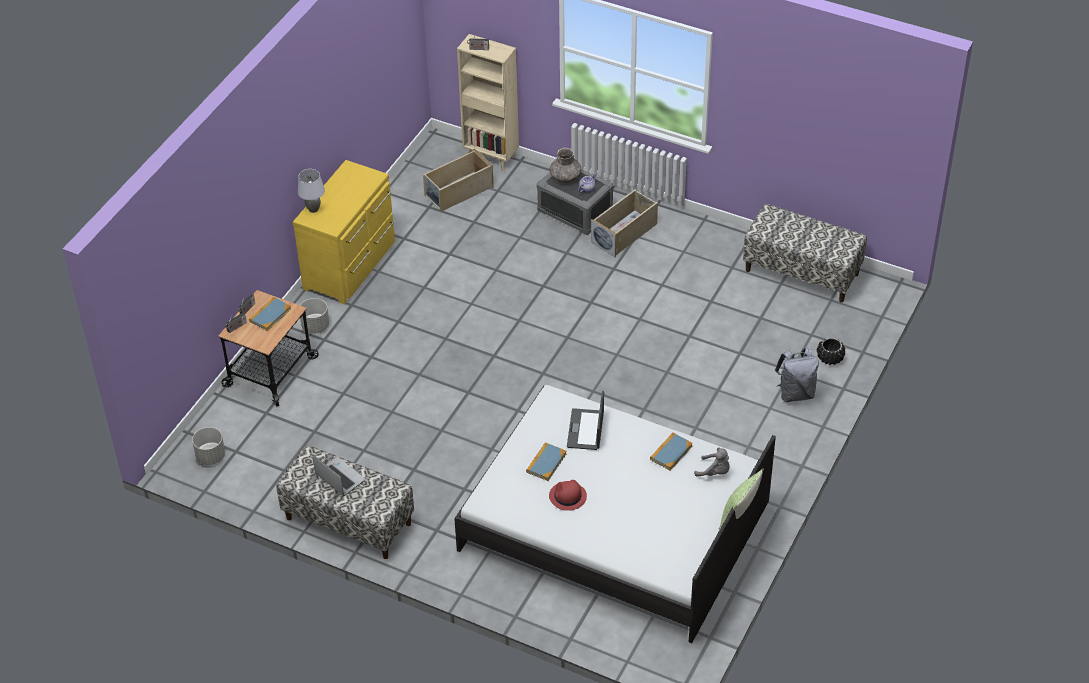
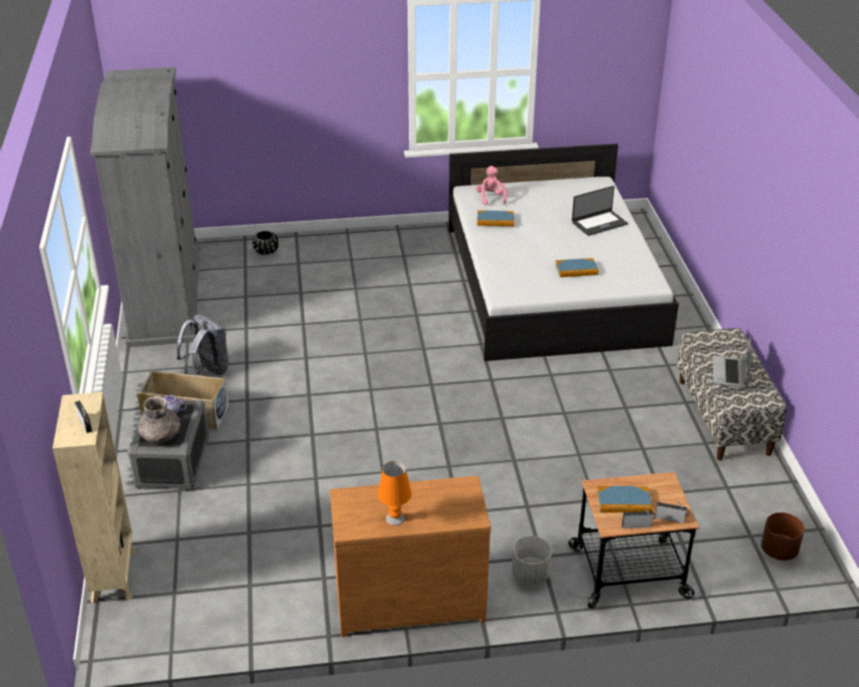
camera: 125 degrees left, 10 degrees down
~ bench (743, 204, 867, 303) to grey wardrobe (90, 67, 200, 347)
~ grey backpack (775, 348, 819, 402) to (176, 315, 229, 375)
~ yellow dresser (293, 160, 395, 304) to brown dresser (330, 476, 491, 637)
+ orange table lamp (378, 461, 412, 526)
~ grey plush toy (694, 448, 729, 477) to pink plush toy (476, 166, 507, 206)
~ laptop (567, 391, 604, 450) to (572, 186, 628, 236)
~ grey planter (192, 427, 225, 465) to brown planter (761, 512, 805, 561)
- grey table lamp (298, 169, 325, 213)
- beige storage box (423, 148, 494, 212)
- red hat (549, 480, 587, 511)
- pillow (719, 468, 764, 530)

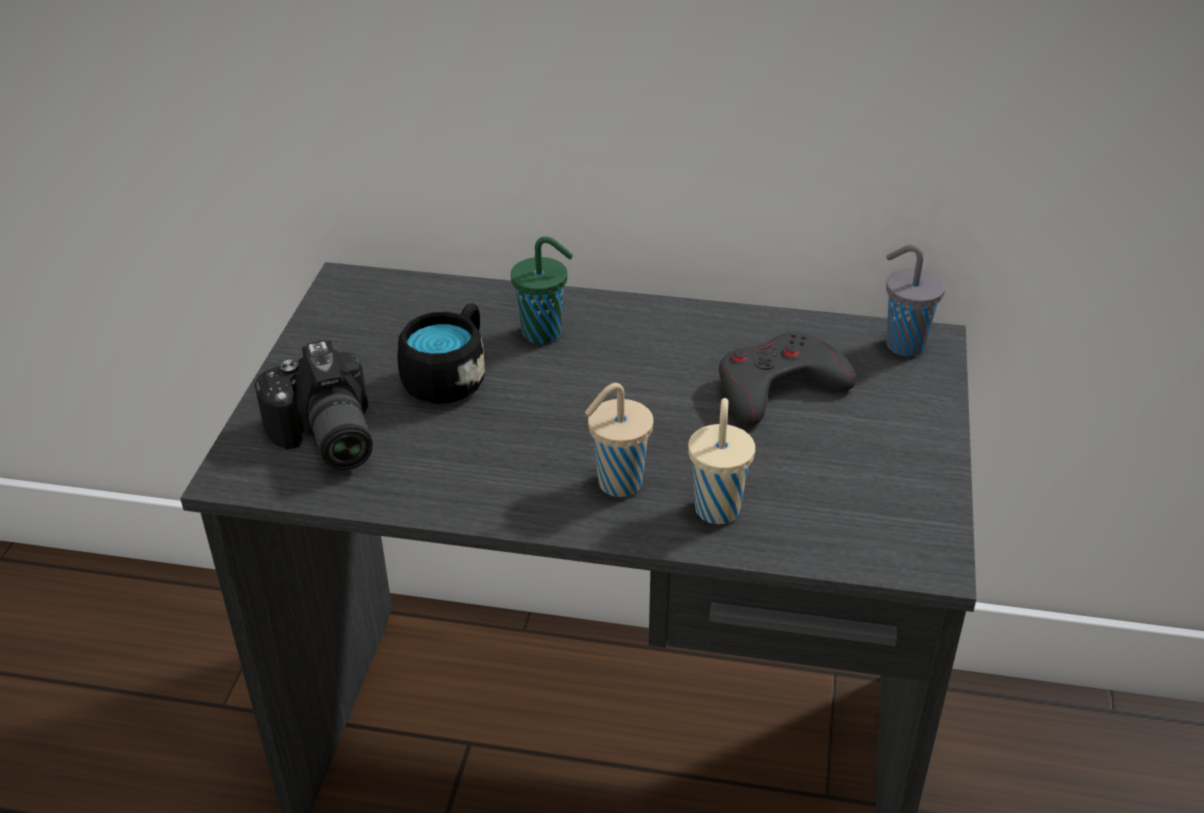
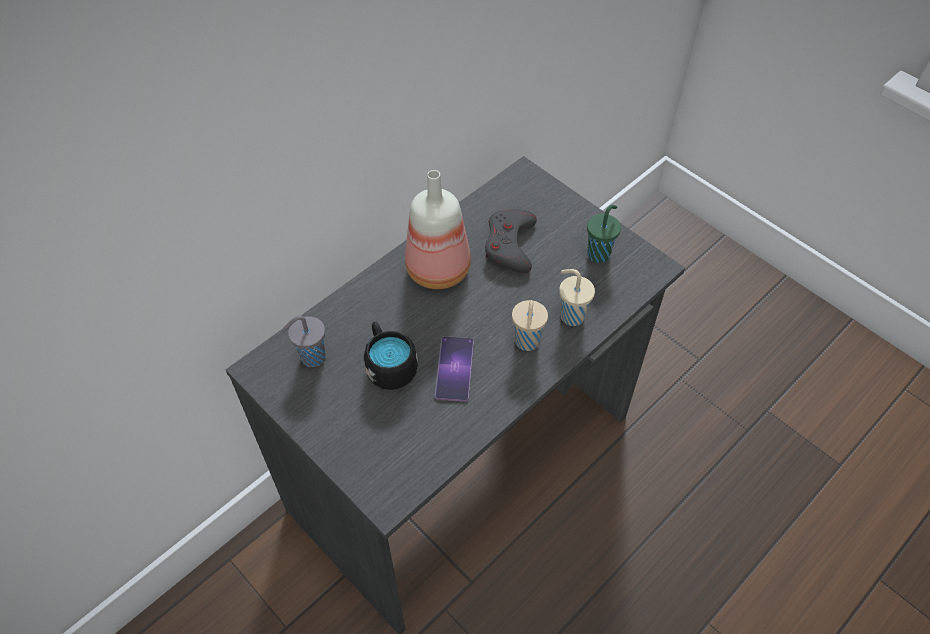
camera: 55 degrees left, 15 degrees up
~ grey cup (886, 245, 945, 356) to (282, 316, 325, 367)
+ bottle (405, 170, 471, 289)
+ phone (435, 336, 474, 401)
~ green cup (511, 236, 573, 344) to (587, 205, 621, 263)
- photo camera (255, 340, 373, 470)

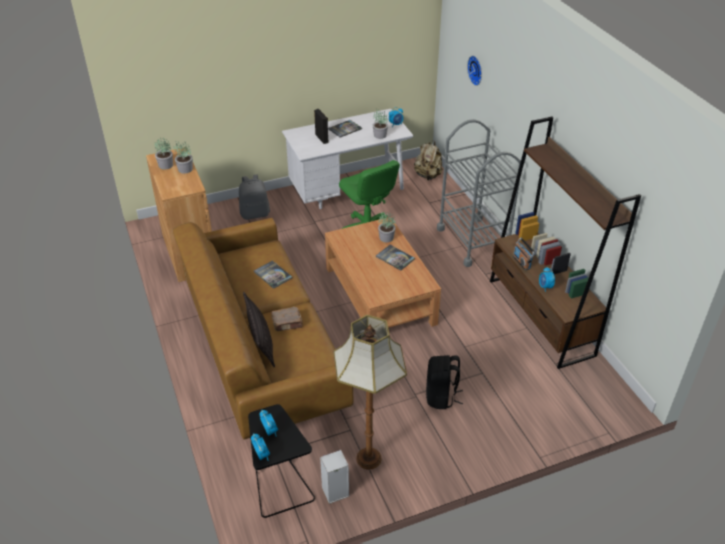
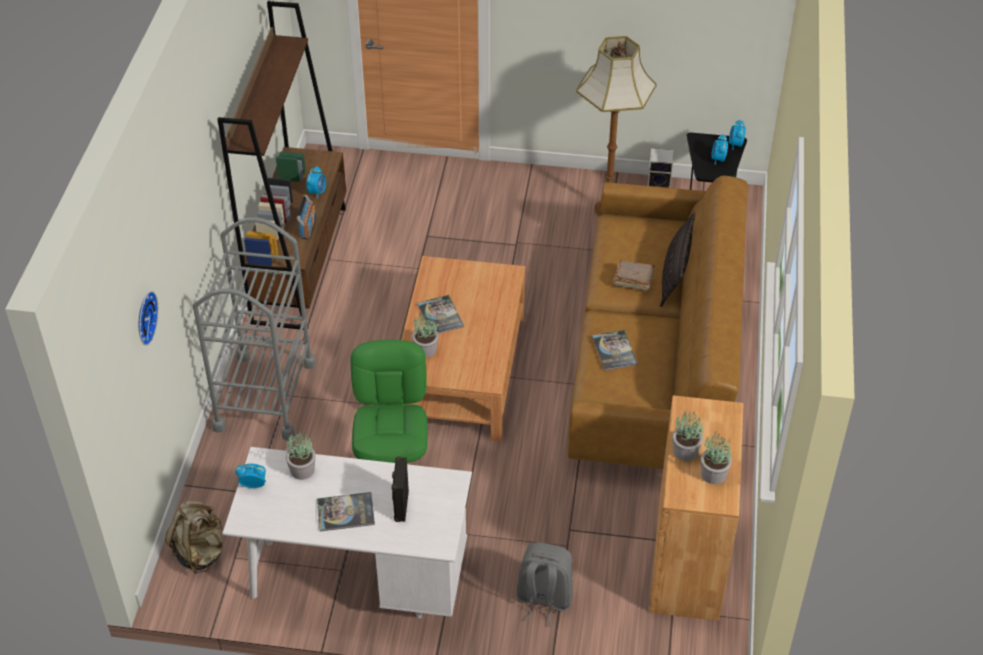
camera: 150 degrees left, 5 degrees up
- black backpack (426, 355, 463, 409)

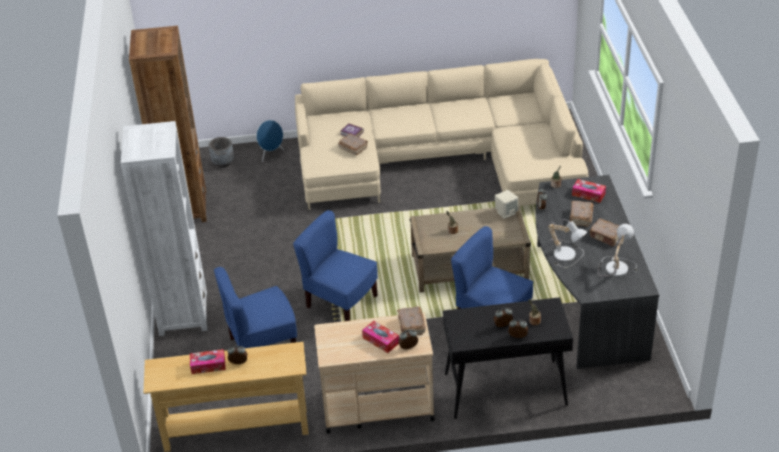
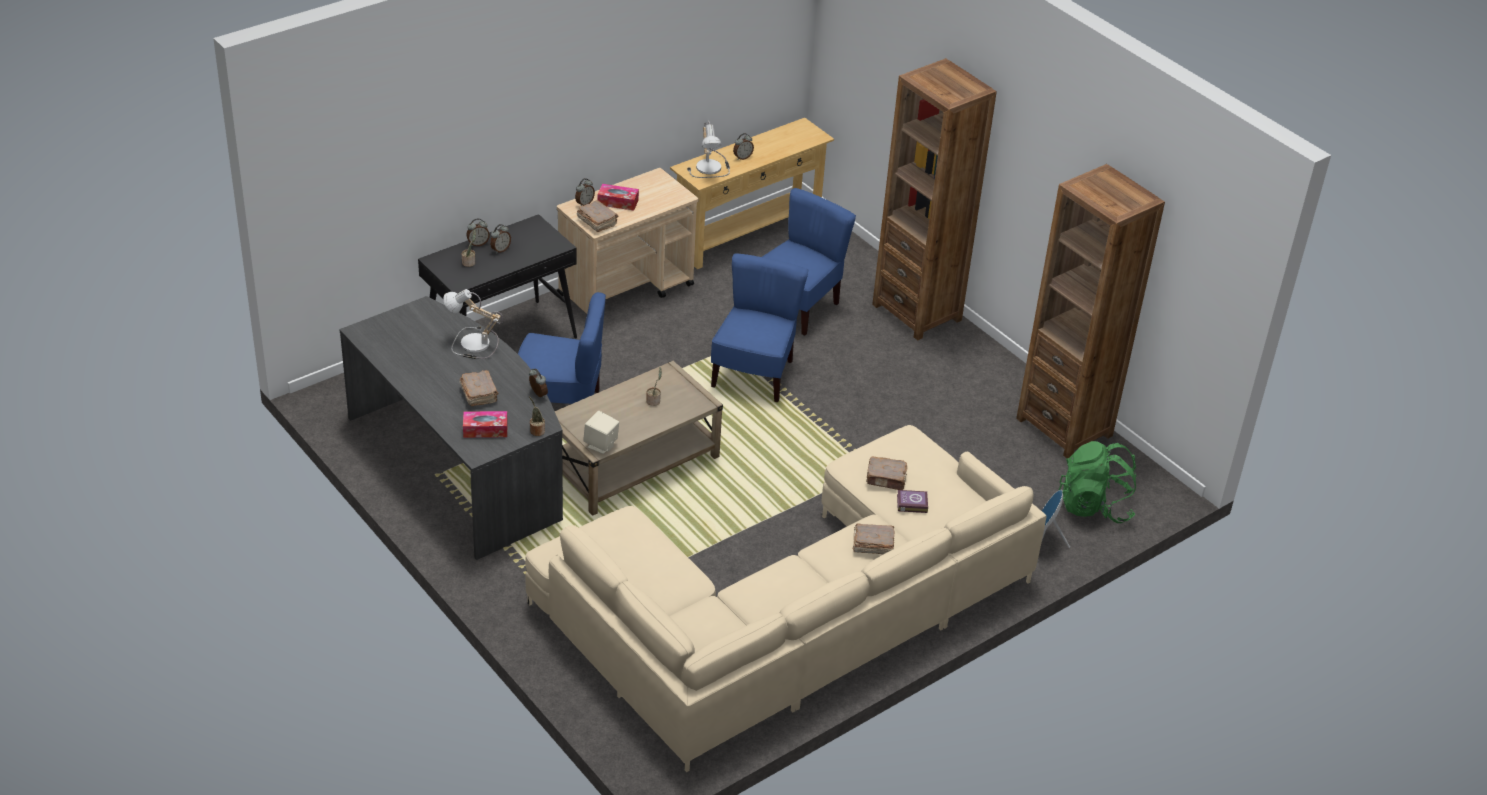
camera: 145 degrees right, 0 degrees up
~ table lamp (598, 224, 637, 277) to (687, 121, 730, 178)
~ blue chair (293, 210, 378, 321) = (711, 253, 808, 402) 75 degrees counterclockwise
~ brown book (589, 219, 620, 246) to (852, 523, 894, 554)
~ white bookcase (121, 121, 207, 336) to brown bookcase (872, 58, 997, 340)
~ grey planter (209, 137, 234, 168) to green backpack (1059, 441, 1136, 523)
- tissue box (190, 349, 226, 374)

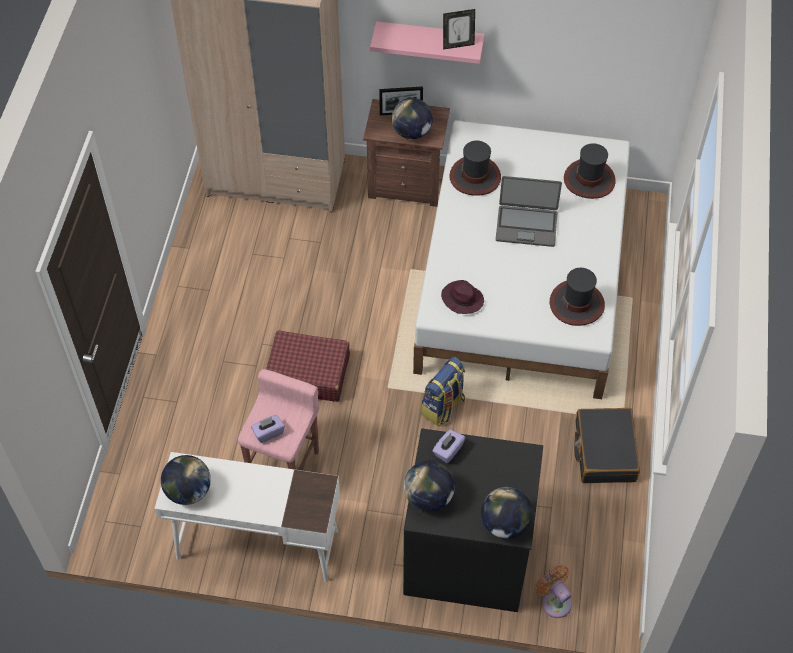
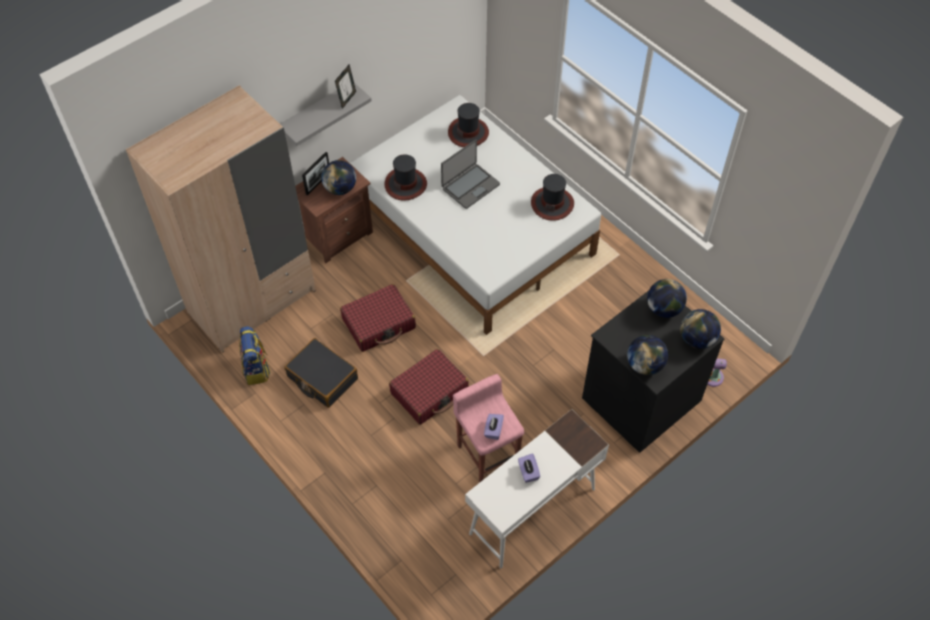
camera: 50 degrees left, 0 degrees up
~ backpack (421, 357, 465, 427) to (239, 326, 271, 385)
~ pink shelf (370, 21, 485, 64) to grey shelf (280, 83, 372, 146)
~ black suitcase (574, 408, 640, 483) to (284, 338, 358, 408)
+ red suitcase (340, 284, 416, 352)
~ purple tissue box (432, 430, 465, 463) to (518, 453, 540, 483)
~ globe (161, 455, 211, 505) to (647, 279, 687, 318)
- purple hat (441, 280, 484, 314)

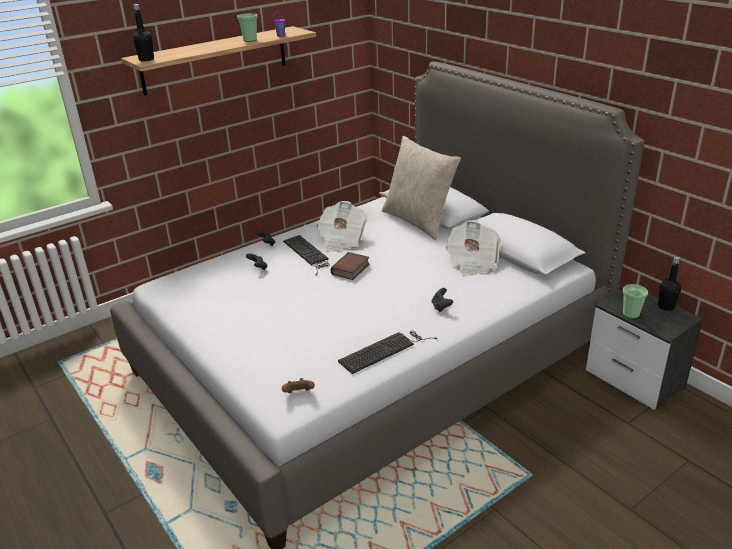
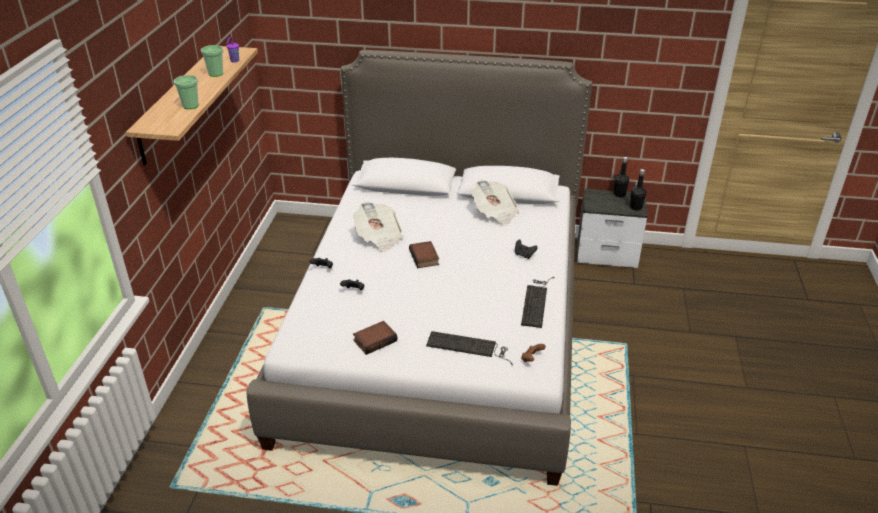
camera: 45 degrees left, 5 degrees up
~ cup (623, 284, 648, 319) to (173, 75, 199, 109)
+ book (353, 321, 397, 355)
~ keyboard (283, 235, 330, 276) to (426, 331, 513, 365)
~ black bottle (133, 4, 154, 62) to (630, 169, 646, 210)
- beige pillow (382, 136, 461, 240)

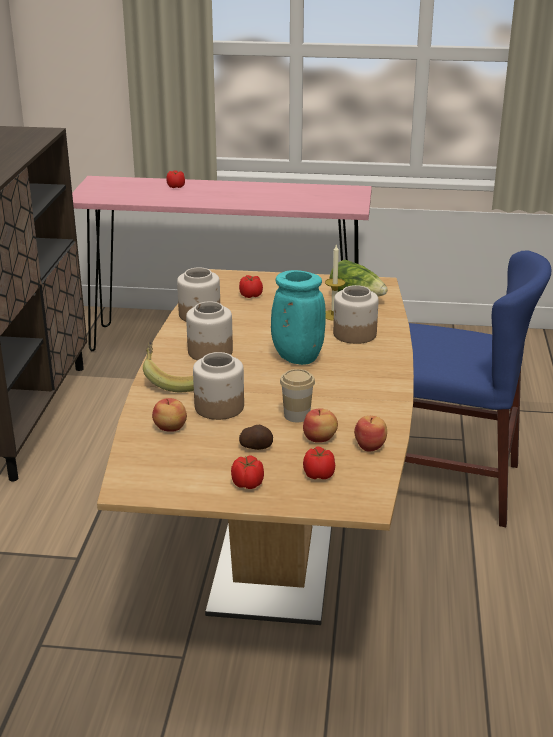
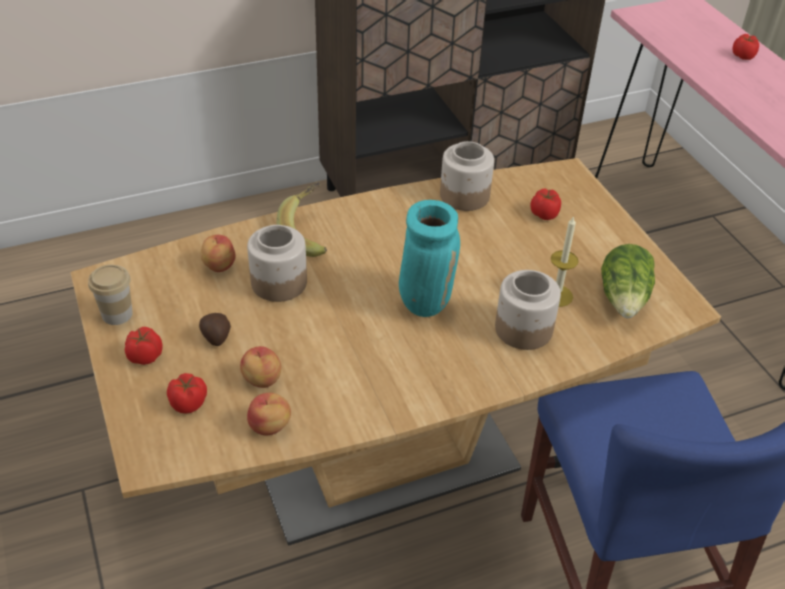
camera: 60 degrees right, 15 degrees up
~ cup (280, 369, 315, 422) to (88, 264, 133, 325)
- jar (186, 301, 233, 360)

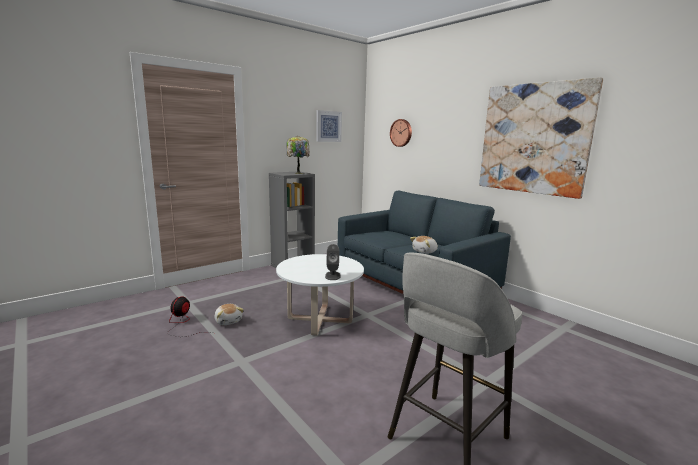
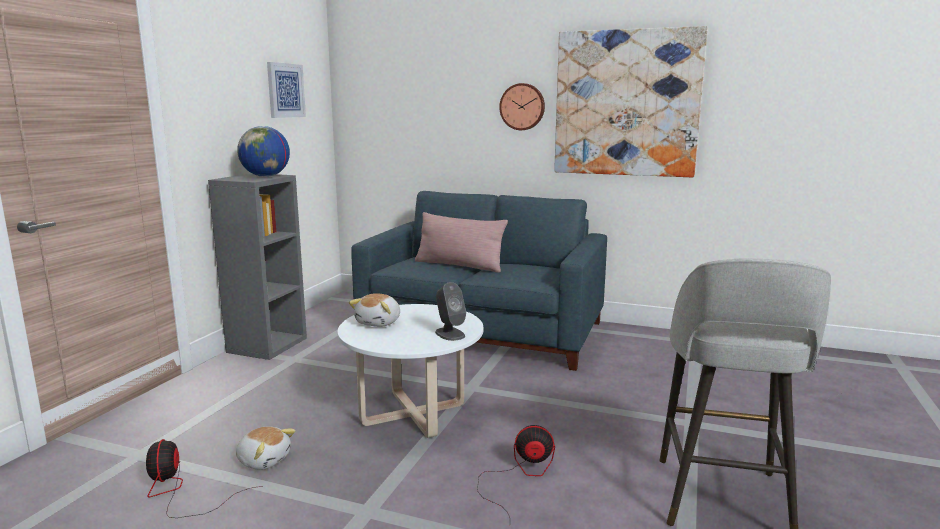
camera: 30 degrees left, 0 degrees up
~ table lamp (287, 136, 310, 174) to globe (237, 126, 290, 177)
~ plush toy (410, 236, 438, 254) to (349, 293, 400, 327)
+ pink pillow (415, 212, 508, 273)
+ fan (477, 425, 555, 518)
~ wall clock (390, 119, 412, 147) to (499, 83, 545, 130)

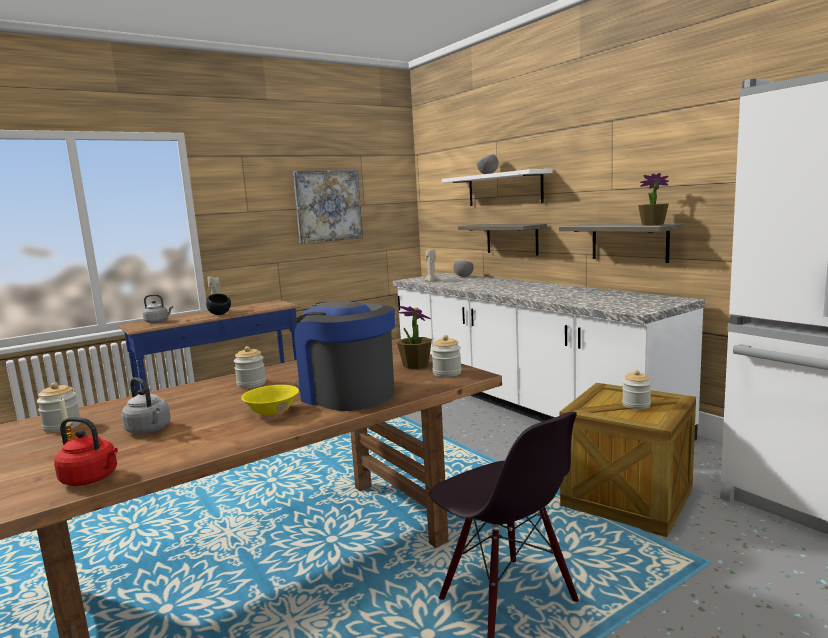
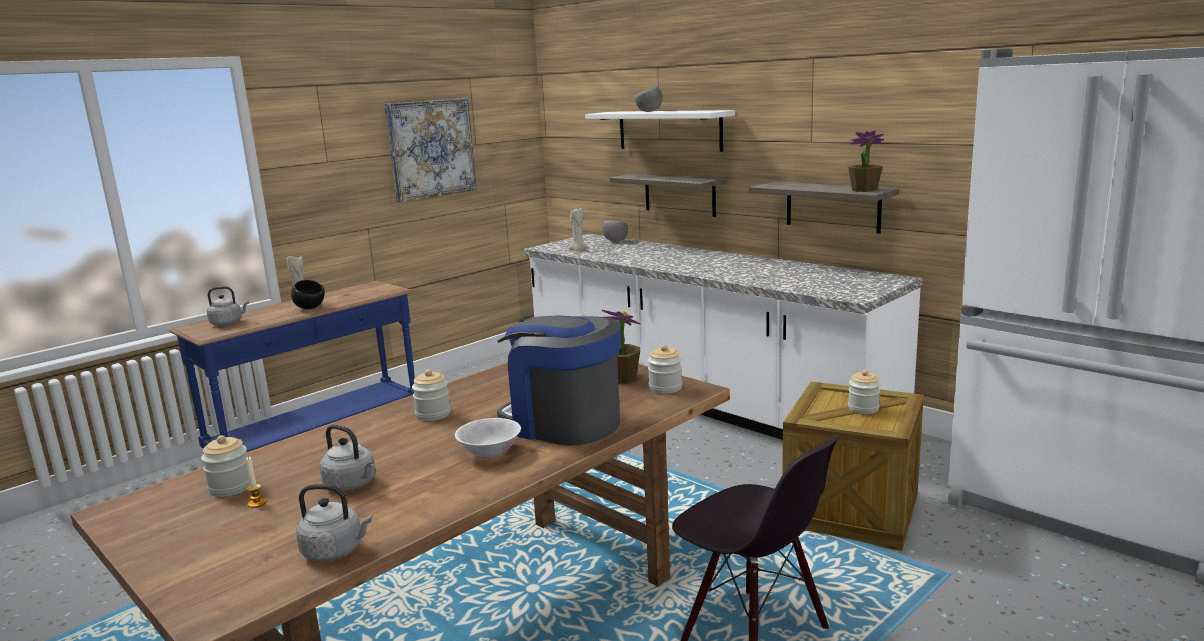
camera: 10 degrees left, 5 degrees up
~ red kettle (54, 417, 118, 486) to grey kettle (296, 484, 372, 562)
~ yellow bowl (241, 385, 299, 417) to white bowl (455, 418, 521, 459)

